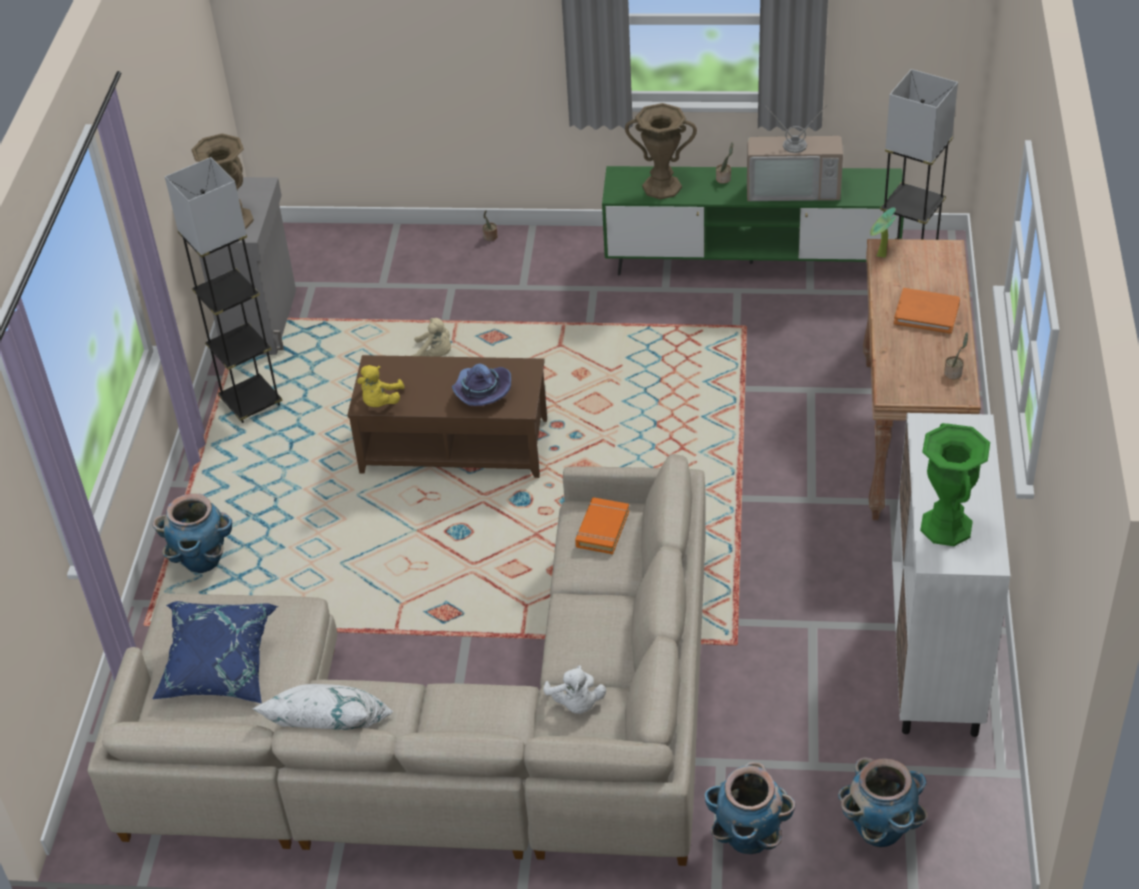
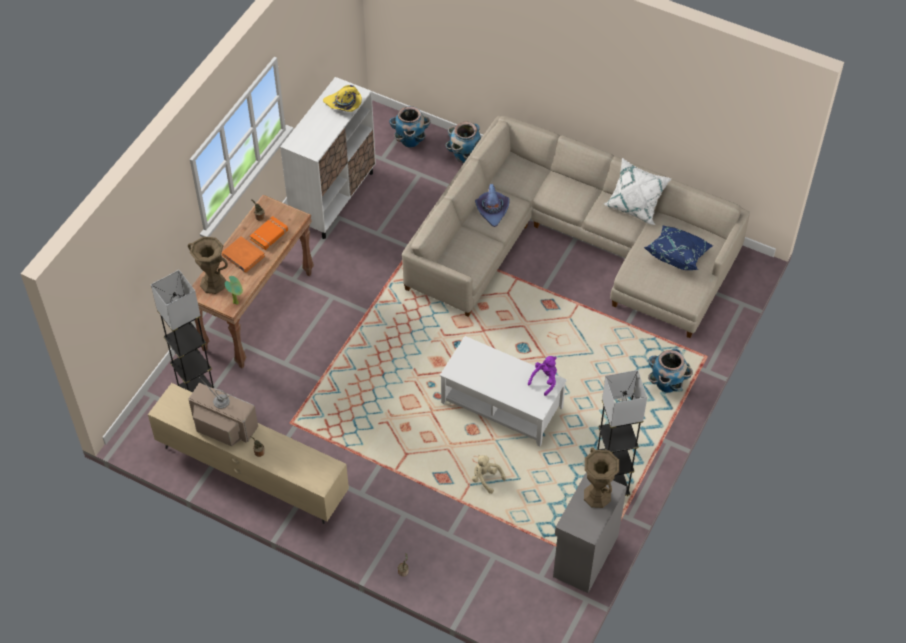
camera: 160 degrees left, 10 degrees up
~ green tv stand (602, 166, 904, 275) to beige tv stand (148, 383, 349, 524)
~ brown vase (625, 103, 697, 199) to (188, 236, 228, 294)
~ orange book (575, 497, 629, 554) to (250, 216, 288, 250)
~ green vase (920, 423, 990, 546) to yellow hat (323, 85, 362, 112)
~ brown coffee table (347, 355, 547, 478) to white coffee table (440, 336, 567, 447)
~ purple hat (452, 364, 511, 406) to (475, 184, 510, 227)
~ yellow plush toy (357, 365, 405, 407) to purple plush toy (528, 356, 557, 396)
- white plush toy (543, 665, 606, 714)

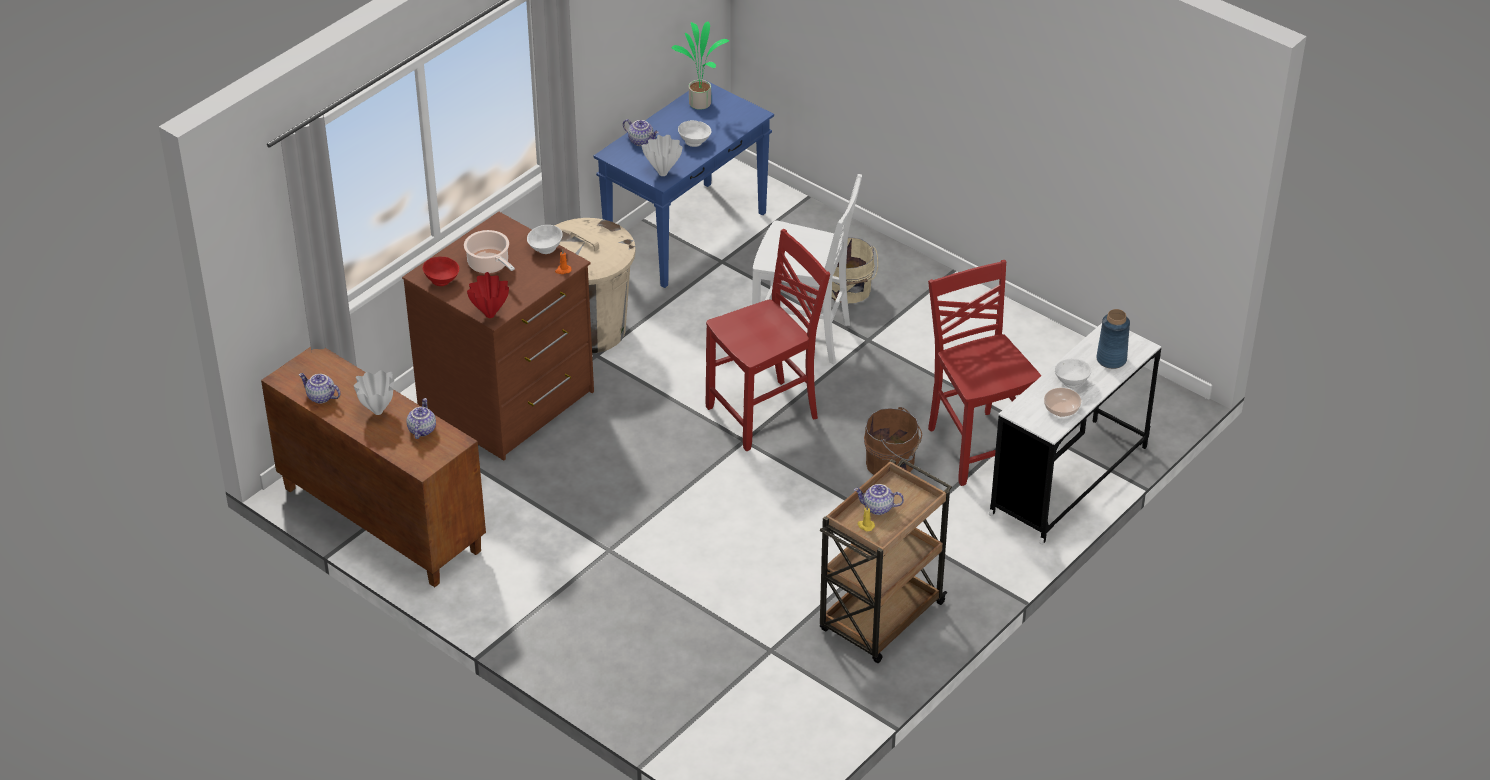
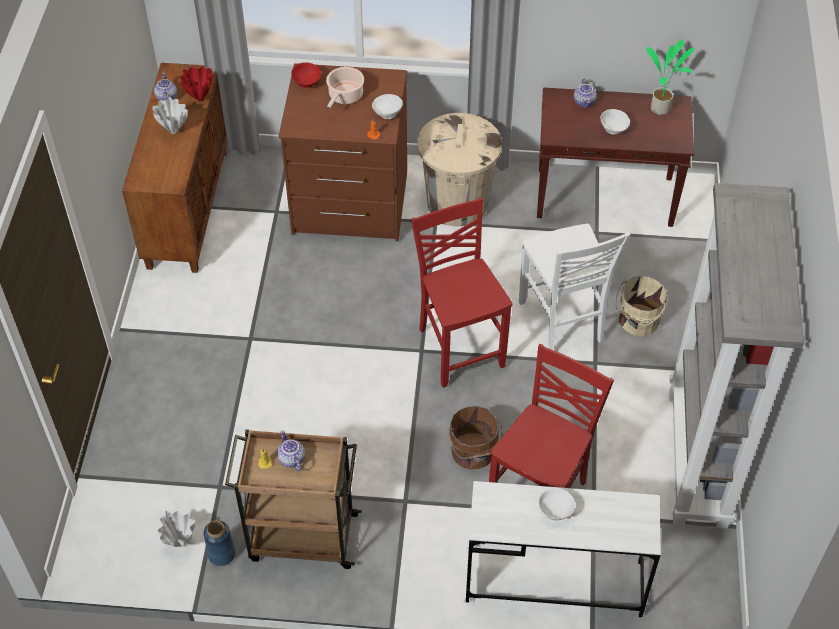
camera: 55 degrees right, 10 degrees up
~ white vase (642, 135, 683, 176) to (158, 511, 195, 547)
~ red vase (467, 272, 509, 318) to (180, 66, 212, 101)
~ blue vase (1096, 309, 1130, 369) to (204, 520, 236, 566)
~ red chair (706, 229, 830, 451) = (411, 198, 512, 388) 135 degrees counterclockwise
~ blue console table (594, 82, 774, 288) to brown console table (537, 87, 694, 227)
+ grey bookcase (669, 183, 804, 529)
- teapot (407, 398, 436, 439)
- bowl (1044, 388, 1081, 417)

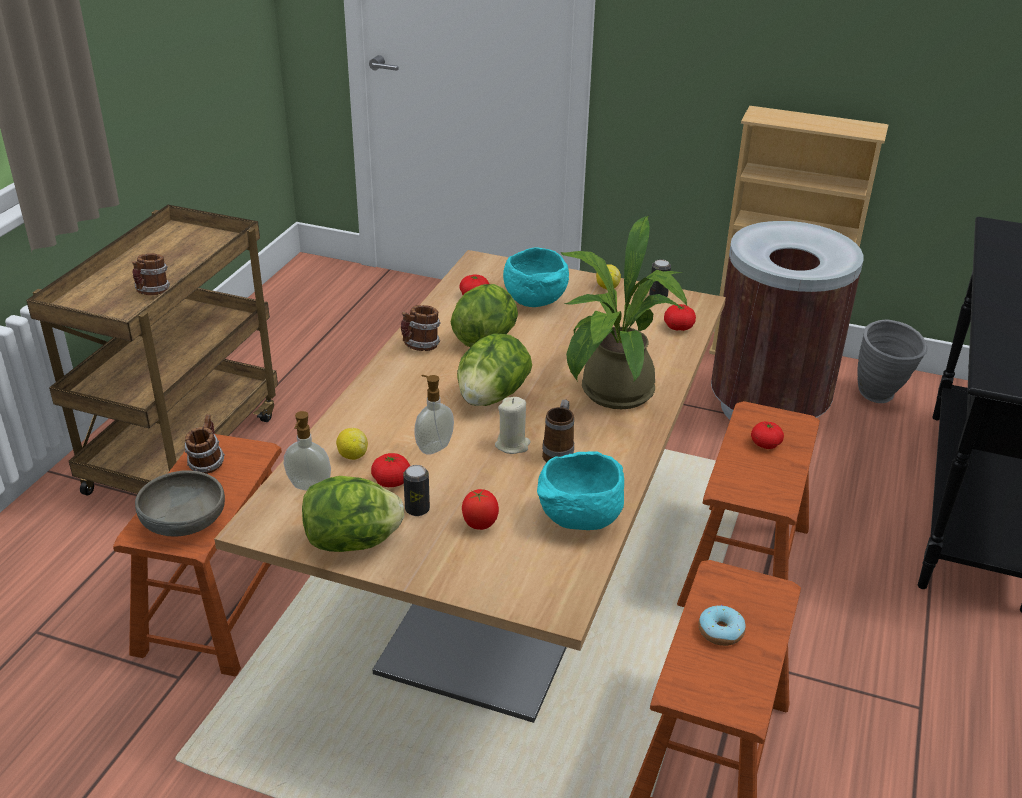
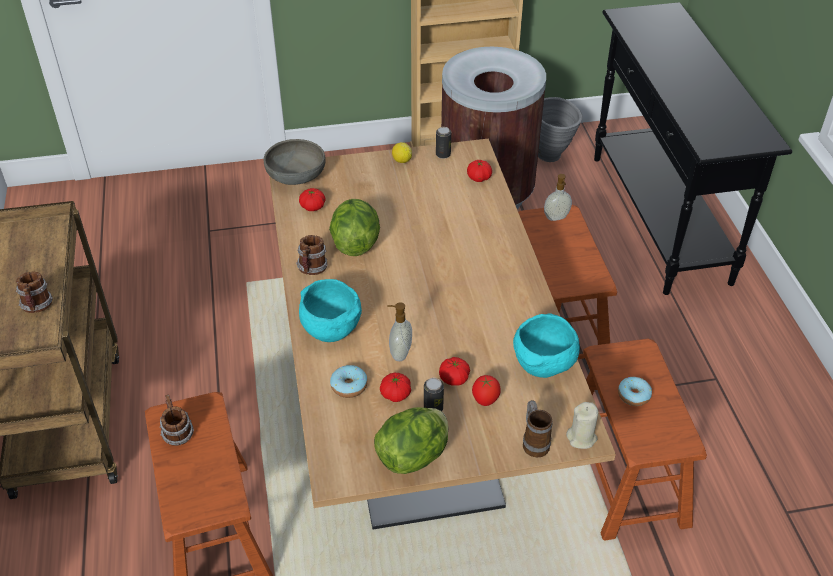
camera: 30 degrees left, 10 degrees up
~ grey bowl (135, 470, 225, 536) to (264, 139, 326, 185)
~ turquoise bowl (503, 247, 569, 307) to (299, 279, 362, 342)
~ lemon (336, 428, 368, 460) to donut (330, 365, 368, 398)
~ tomato (751, 421, 784, 449) to (439, 357, 470, 386)
~ mug (542, 400, 574, 462) to (523, 400, 553, 457)
~ soap dispenser (284, 411, 331, 491) to (544, 174, 572, 221)
~ beige candle (495, 397, 531, 454) to (566, 402, 598, 449)
- lettuce (457, 333, 532, 406)
- potted plant (561, 216, 687, 409)

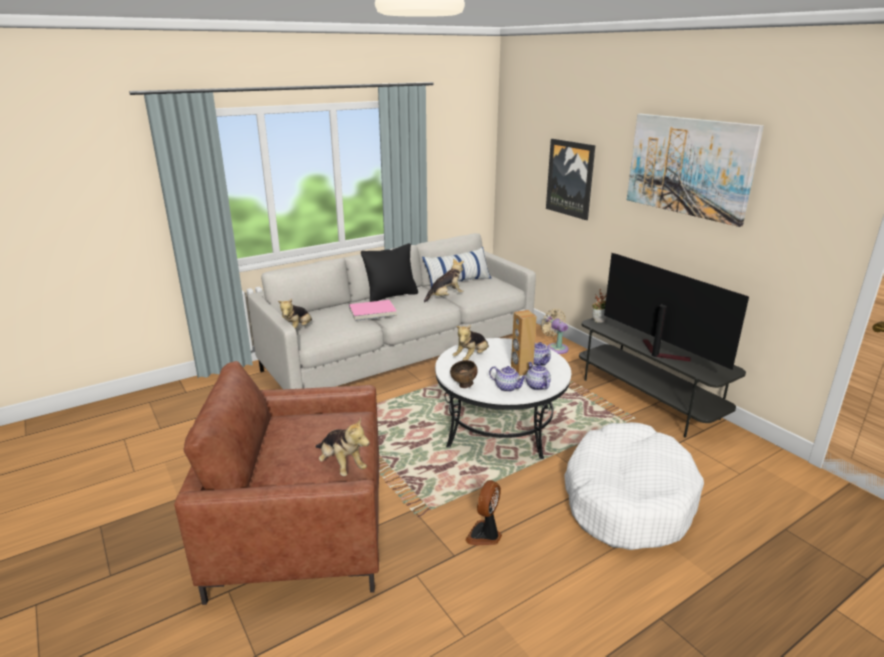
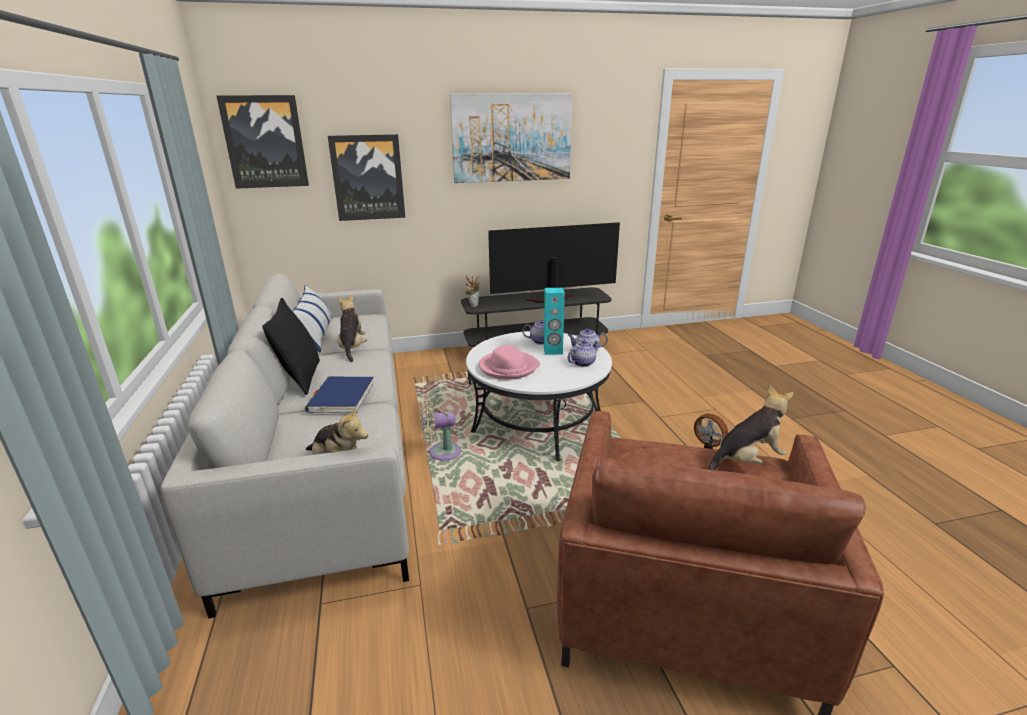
camera: 70 degrees left, 0 degrees up
+ picture (217, 95, 309, 189)
~ pink book (349, 300, 397, 321) to blue book (305, 376, 374, 414)
~ beige fan (541, 309, 569, 354) to (421, 400, 461, 461)
~ plush toy (453, 325, 489, 360) to pink hat (479, 345, 540, 380)
~ brown speaker (511, 310, 537, 376) to turquoise speaker (544, 288, 565, 355)
- brown bowl (450, 360, 478, 388)
- white dog bed (564, 422, 704, 550)

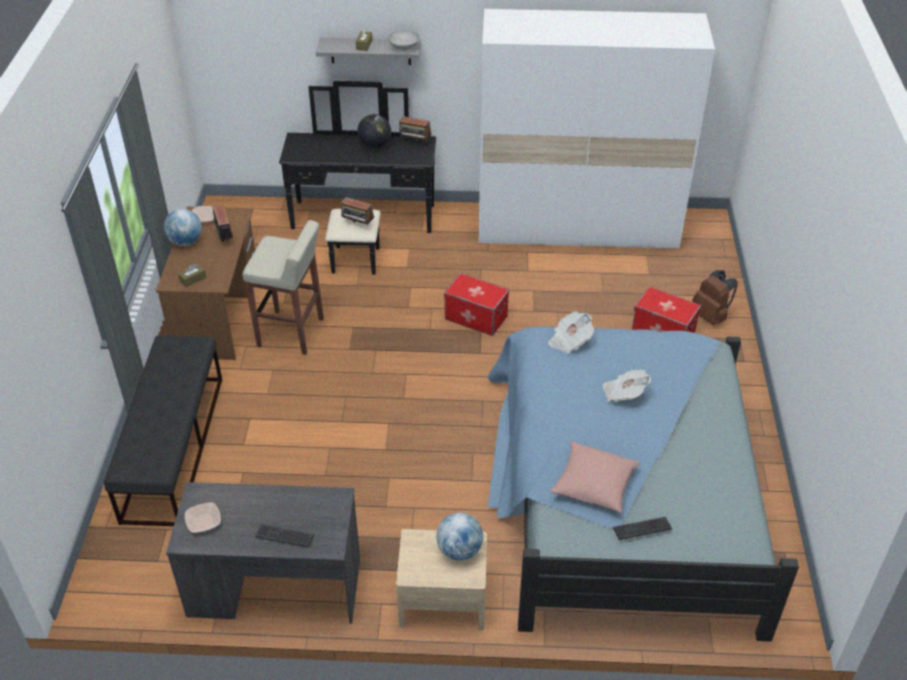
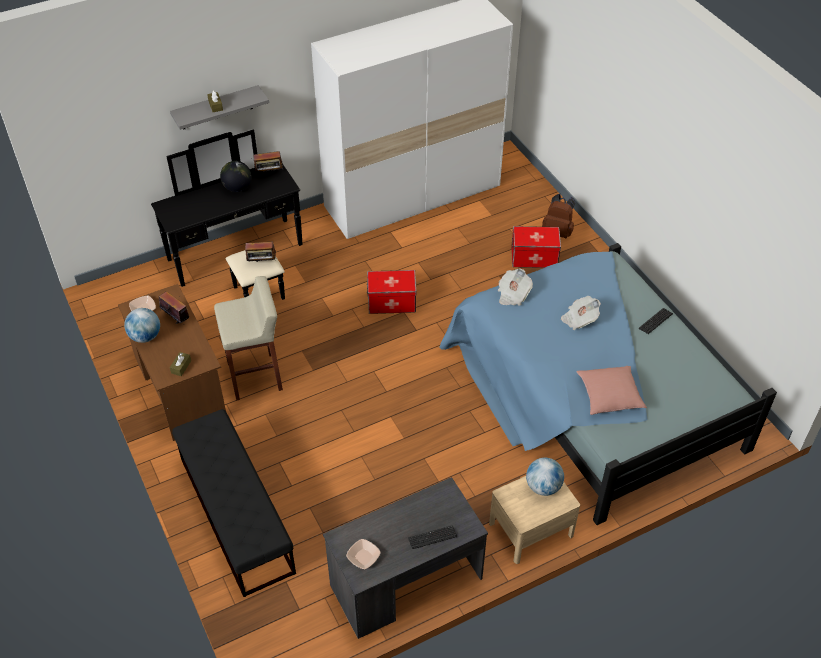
camera: 30 degrees left, 5 degrees up
~ keyboard (613, 517, 672, 540) to (638, 308, 673, 334)
- grey bowl (388, 30, 419, 51)

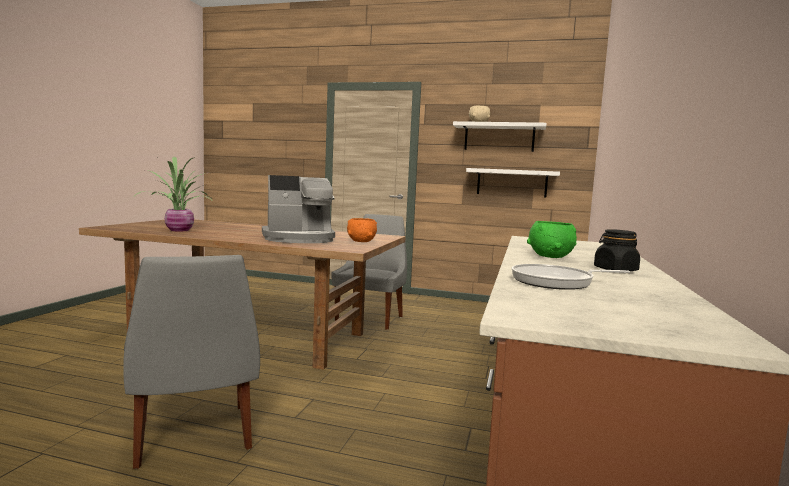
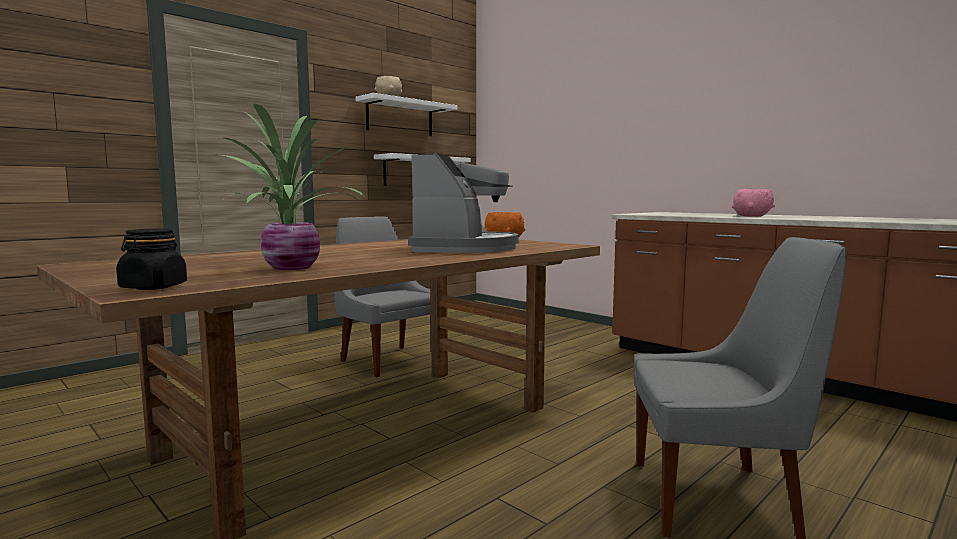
camera: 60 degrees left, 0 degrees up
~ black jar (594, 229, 640, 271) to (116, 229, 187, 290)
~ green bowl (527, 221, 577, 258) to pink bowl (732, 189, 775, 217)
- frying pan (511, 264, 630, 290)

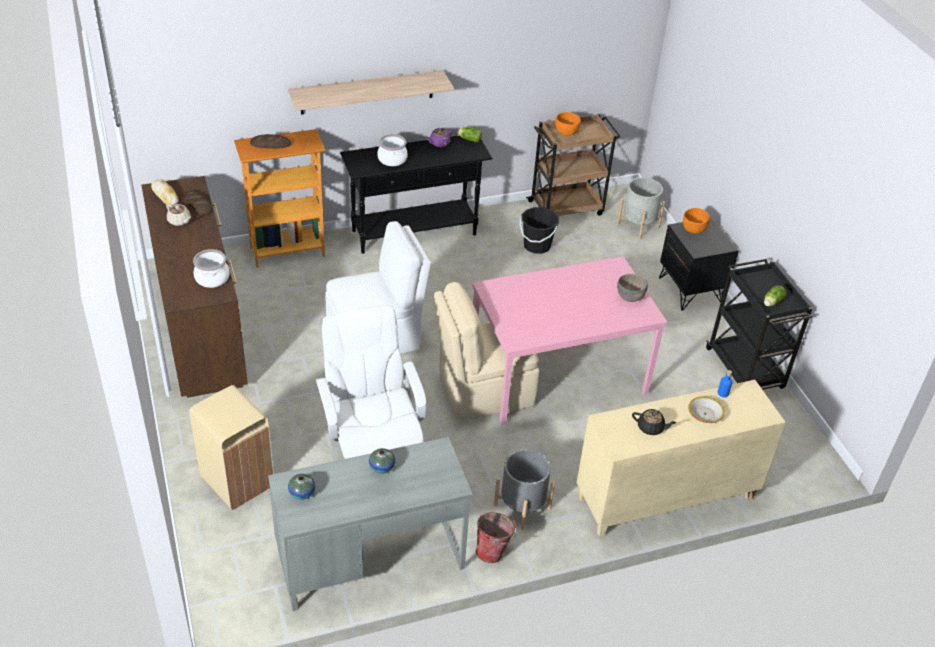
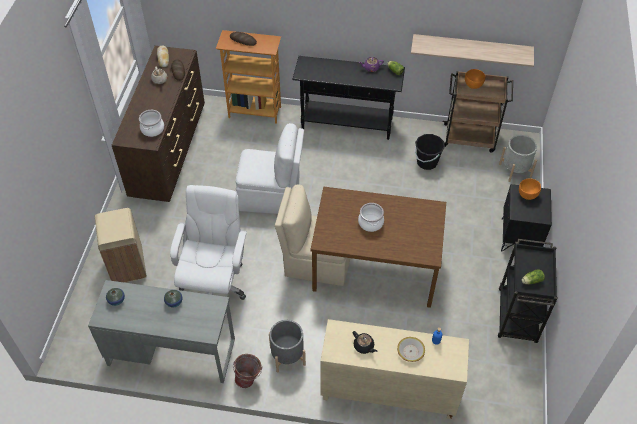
camera: 30 degrees right, 10 degrees up
~ pink dining table (472, 256, 667, 425) to brown dining table (311, 187, 446, 308)
~ cooking pot (377, 134, 408, 166) to (358, 203, 384, 232)
~ shelf (288, 70, 454, 115) to (411, 34, 534, 67)
- grey bowl (617, 274, 648, 302)

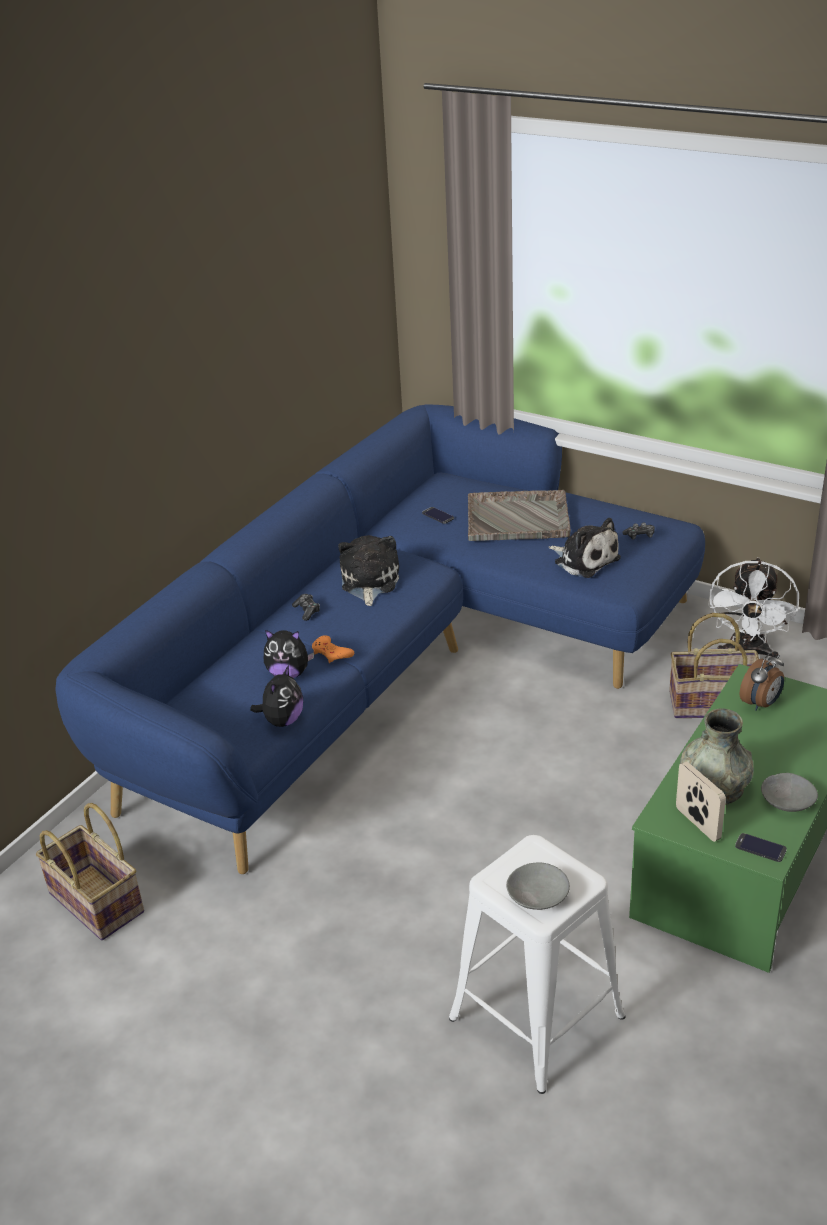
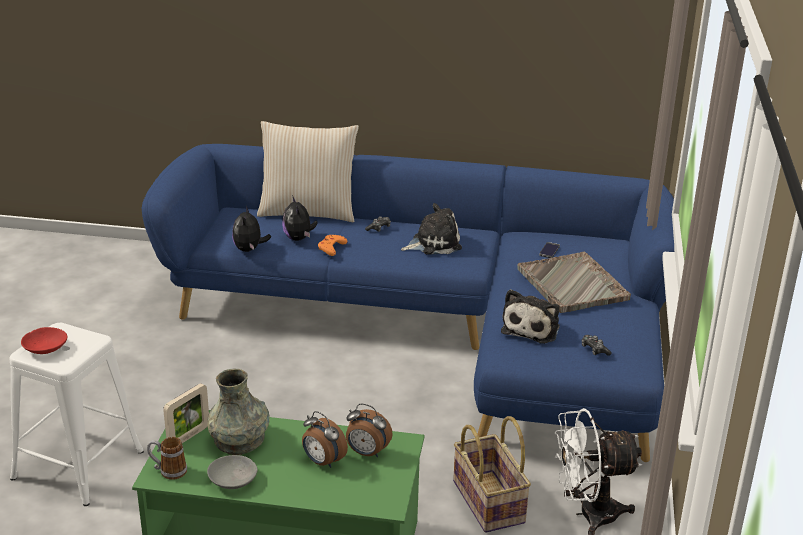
camera: 65 degrees right, 5 degrees down
~ grey bowl (506, 863, 570, 910) to red bowl (21, 327, 67, 354)
~ phone (735, 833, 787, 862) to mug (147, 437, 187, 480)
~ plush toy (250, 665, 303, 727) = (232, 206, 271, 252) 90 degrees clockwise
+ beige pillow (257, 121, 359, 222)
+ alarm clock (302, 411, 348, 468)
- basket (36, 803, 144, 940)

